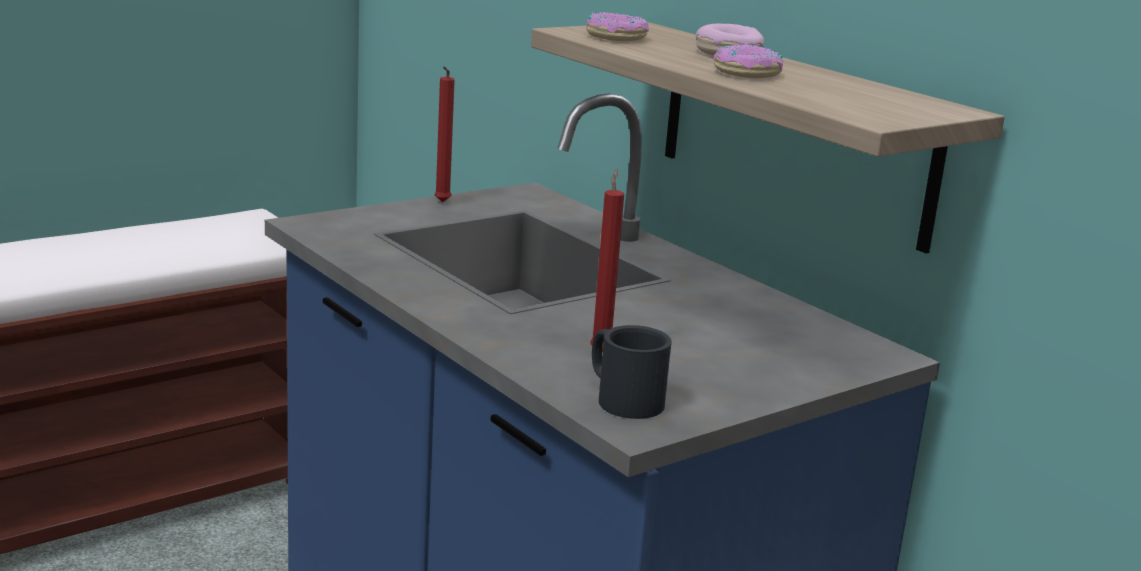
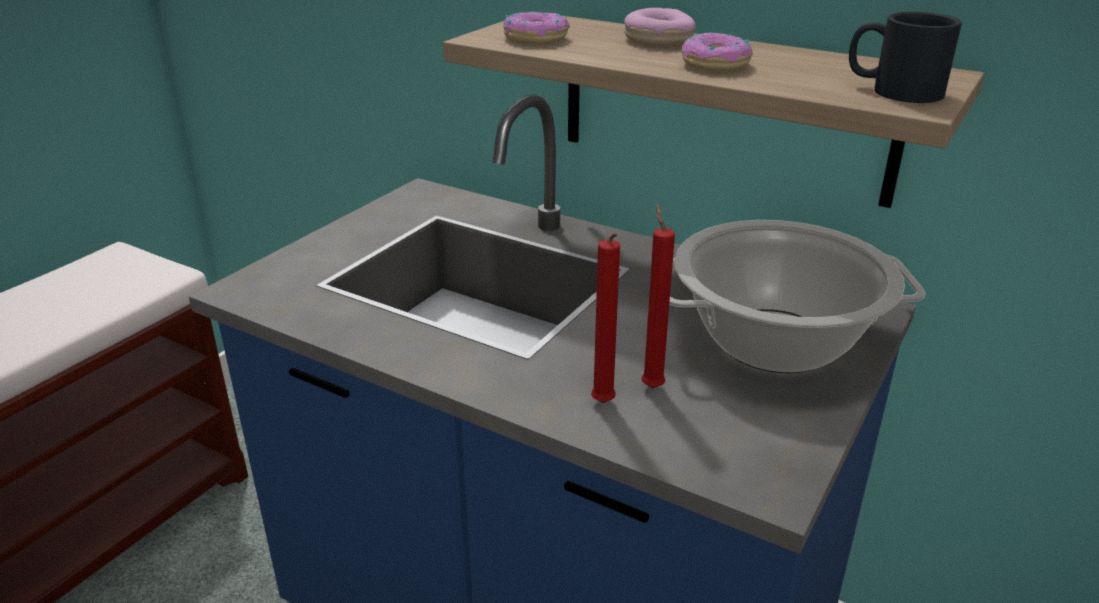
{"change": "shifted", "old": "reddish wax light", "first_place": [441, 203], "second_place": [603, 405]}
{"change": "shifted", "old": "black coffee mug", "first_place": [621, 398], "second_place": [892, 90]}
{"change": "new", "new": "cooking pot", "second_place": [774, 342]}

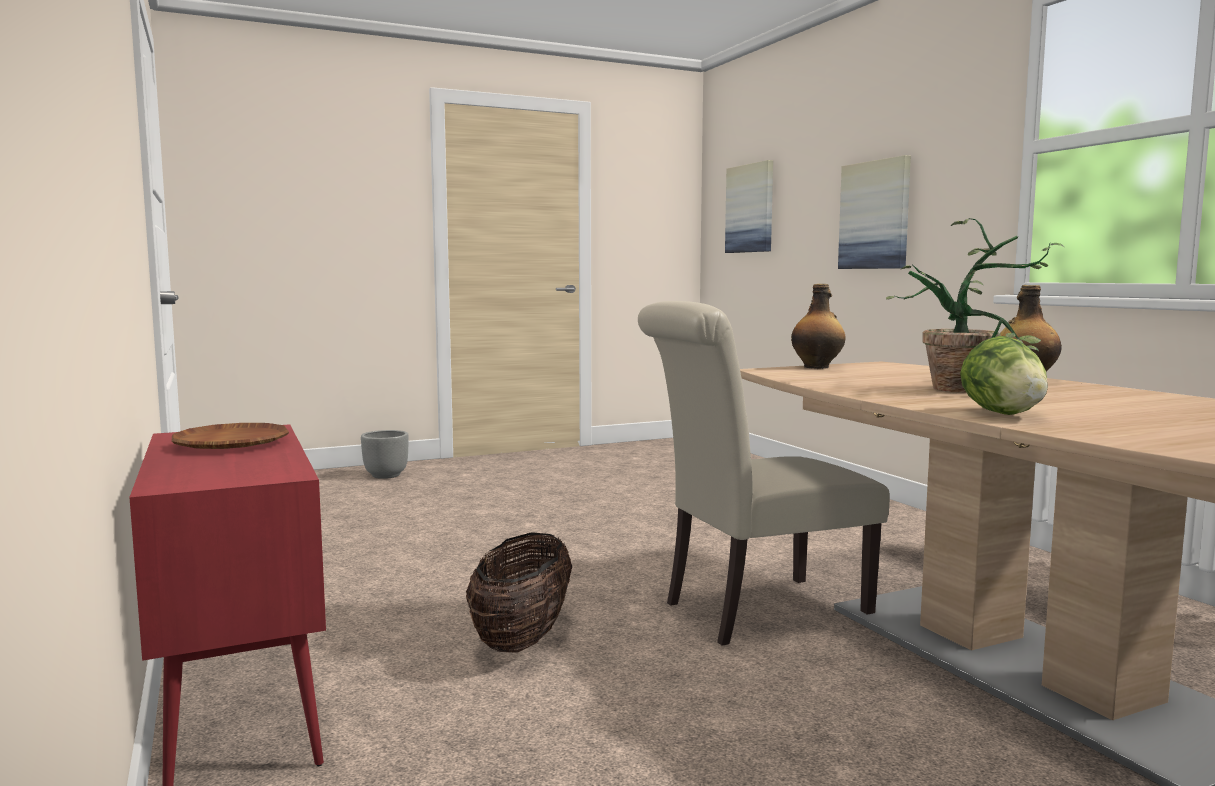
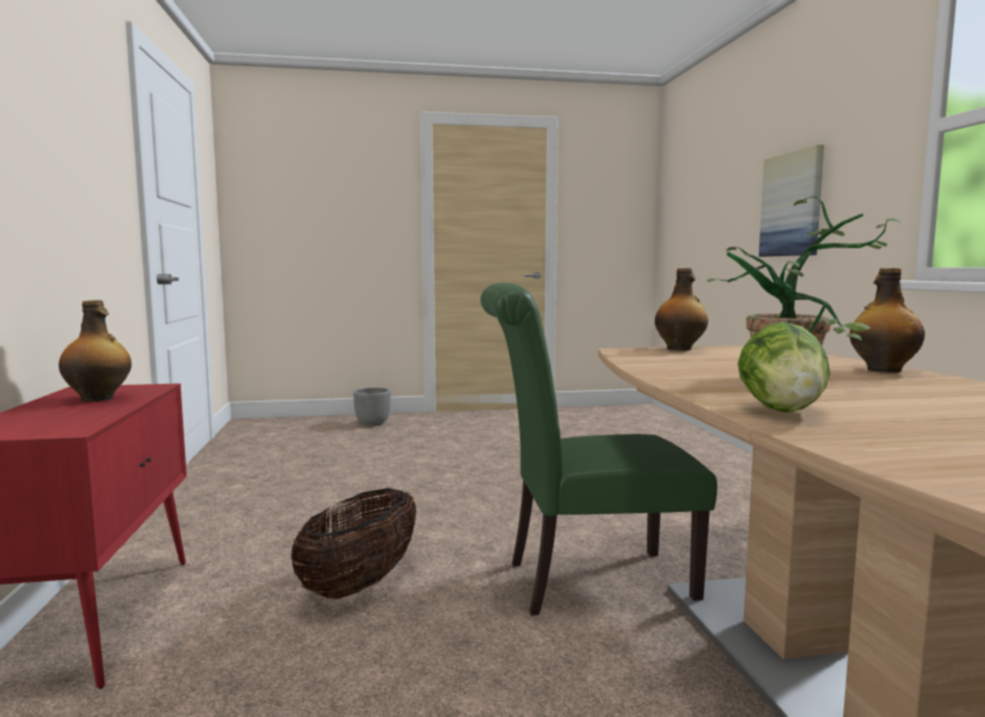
{"change": "gone", "old": "wall art", "first_place": [750, 208]}
{"change": "repainted", "old": "sand-coloured plain chair", "new": "greenish plain chair", "first_place": [754, 612], "second_place": [586, 582]}
{"change": "swapped", "old": "brown-coloured plate", "new": "drink bottle", "first_place": [231, 444], "second_place": [98, 399]}

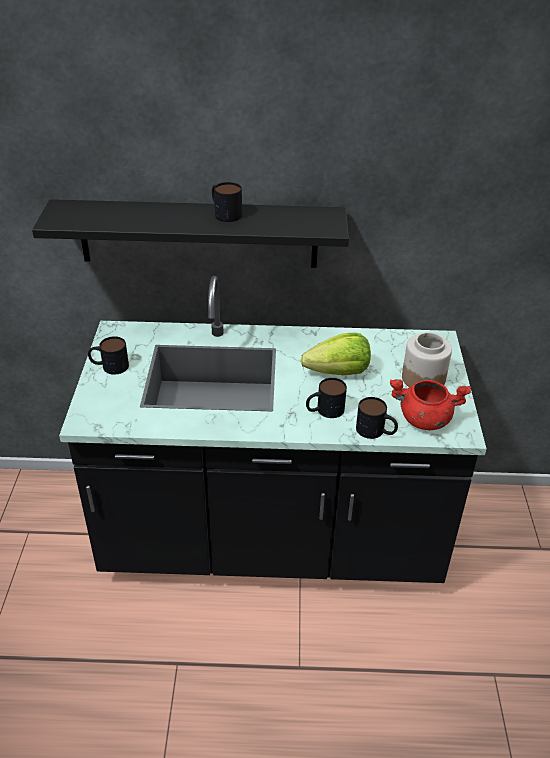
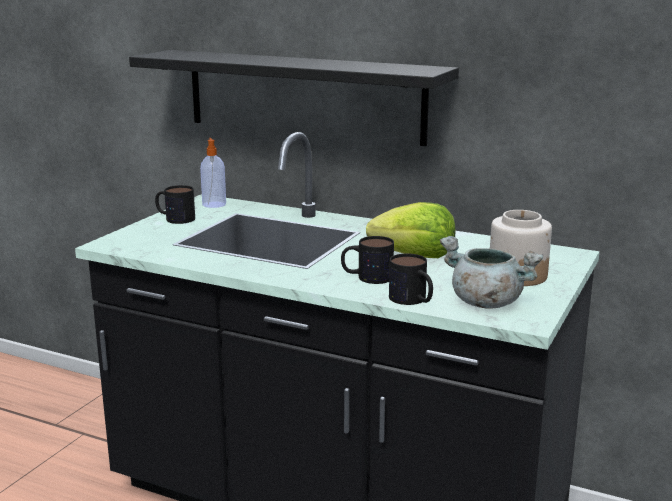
{"change": "gone", "old": "coffee mug", "first_place": [224, 213]}
{"change": "repainted", "old": "reddish cooking pot", "new": "gray cooking pot", "first_place": [424, 419], "second_place": [485, 303]}
{"change": "new", "new": "liquid soap bottle", "second_place": [214, 204]}

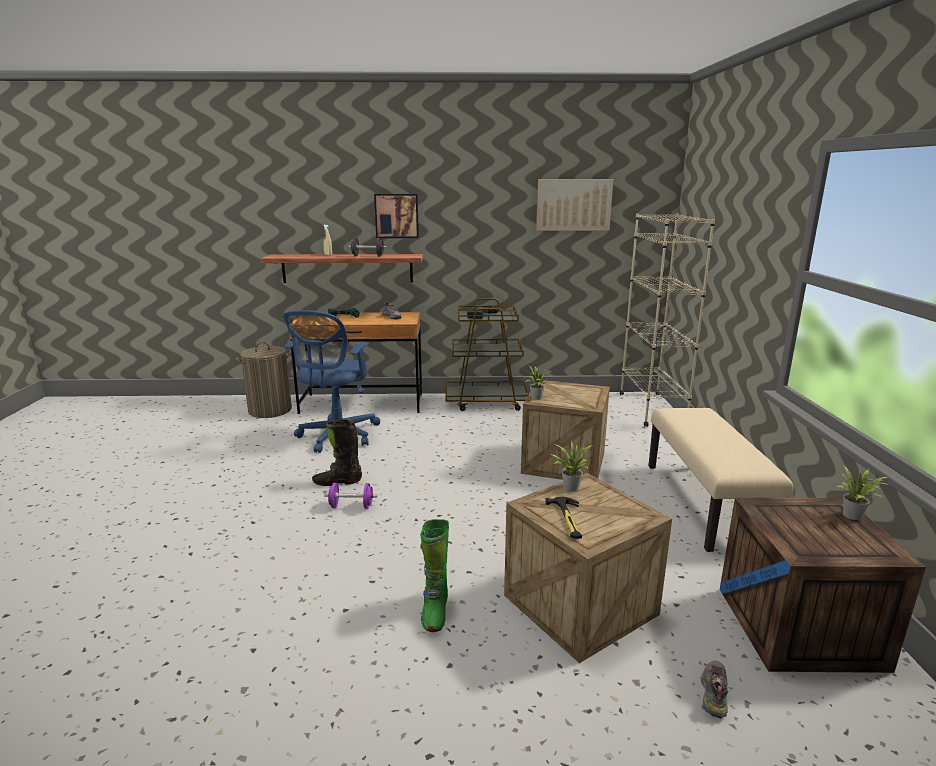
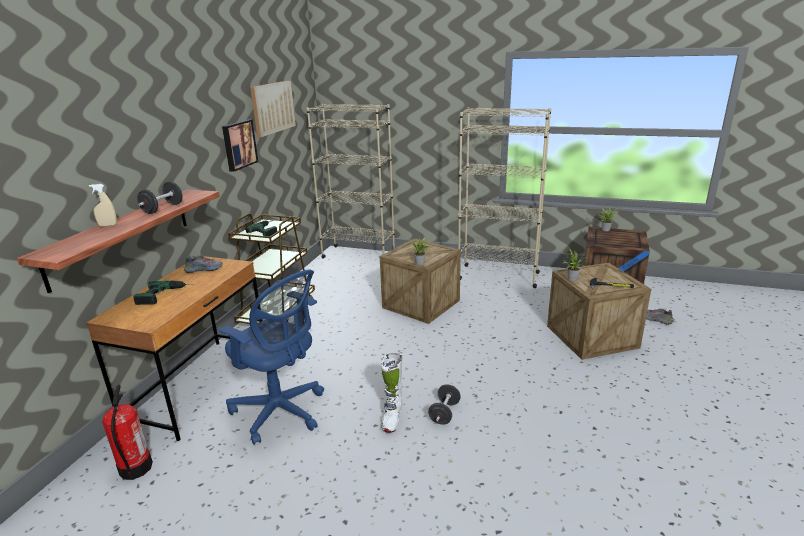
{"change": "shifted", "old": "wall art", "first_place": [397, 216], "second_place": [238, 144]}
{"change": "swapped", "old": "laundry basket", "new": "fire-fighting cylinder", "first_place": [270, 410], "second_place": [135, 468]}
{"change": "swapped", "old": "sand-coloured long seat", "new": "sand-coloured bookcase", "first_place": [705, 504], "second_place": [498, 276]}
{"change": "repainted", "old": "black high-top boot", "new": "white high-top boot", "first_place": [337, 482], "second_place": [392, 418]}
{"change": "repainted", "old": "purplish dumbbell", "new": "black dumbbell", "first_place": [351, 506], "second_place": [444, 413]}
{"change": "gone", "old": "greenish high-top boot", "first_place": [435, 612]}

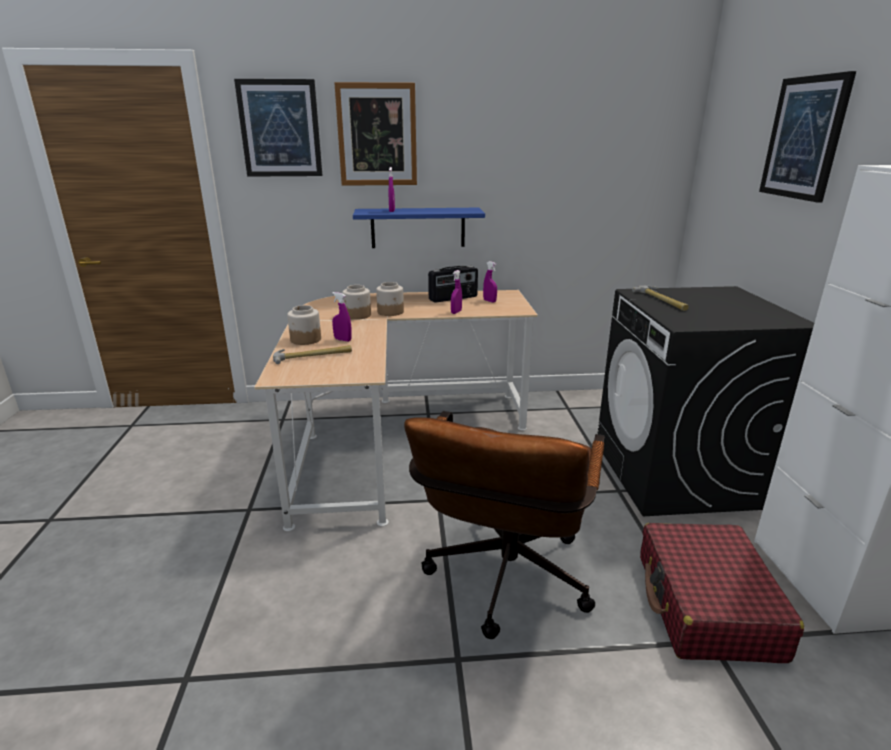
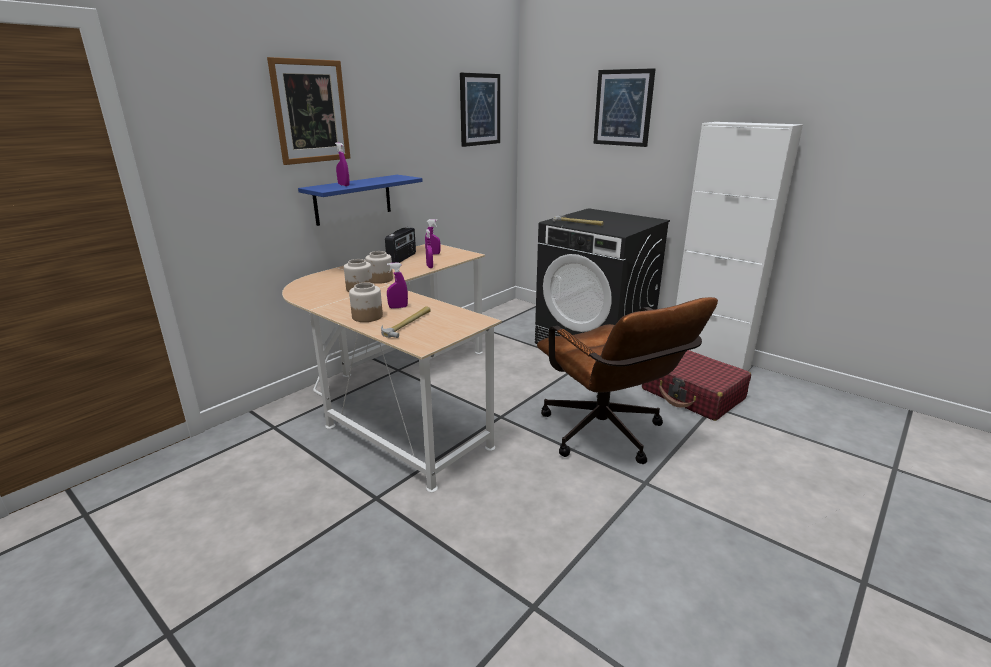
{"change": "shifted", "old": "wall art", "first_place": [280, 129], "second_place": [479, 109]}

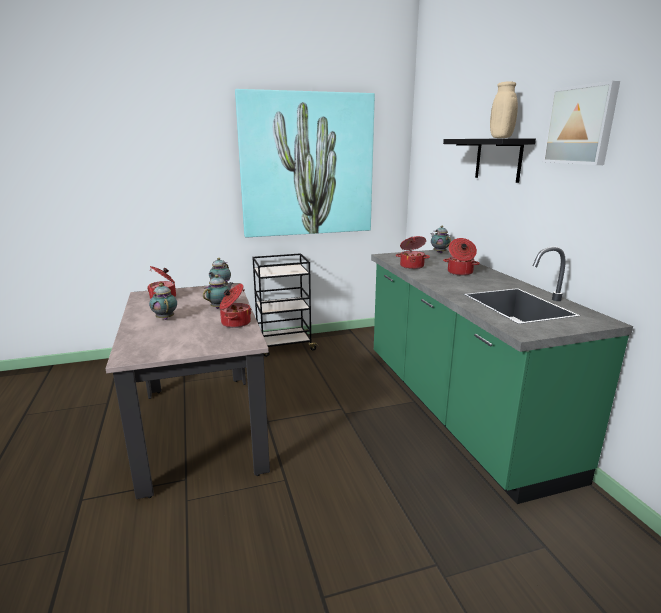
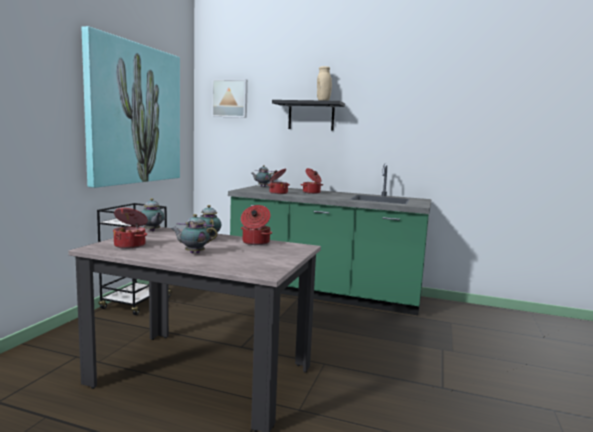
{"change": "shifted", "old": "wall art", "first_place": [581, 125], "second_place": [230, 98]}

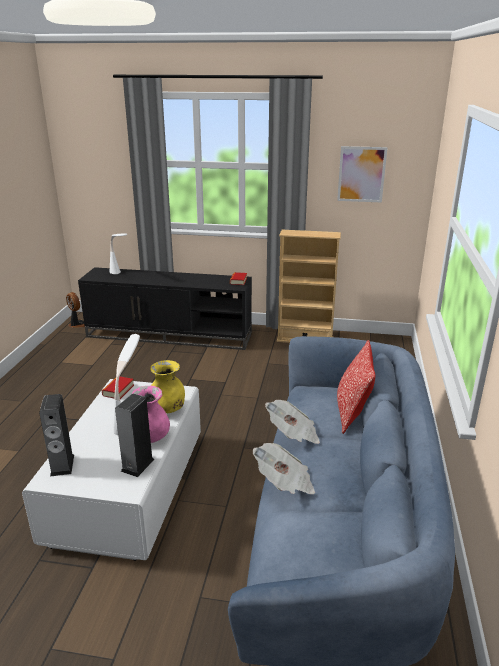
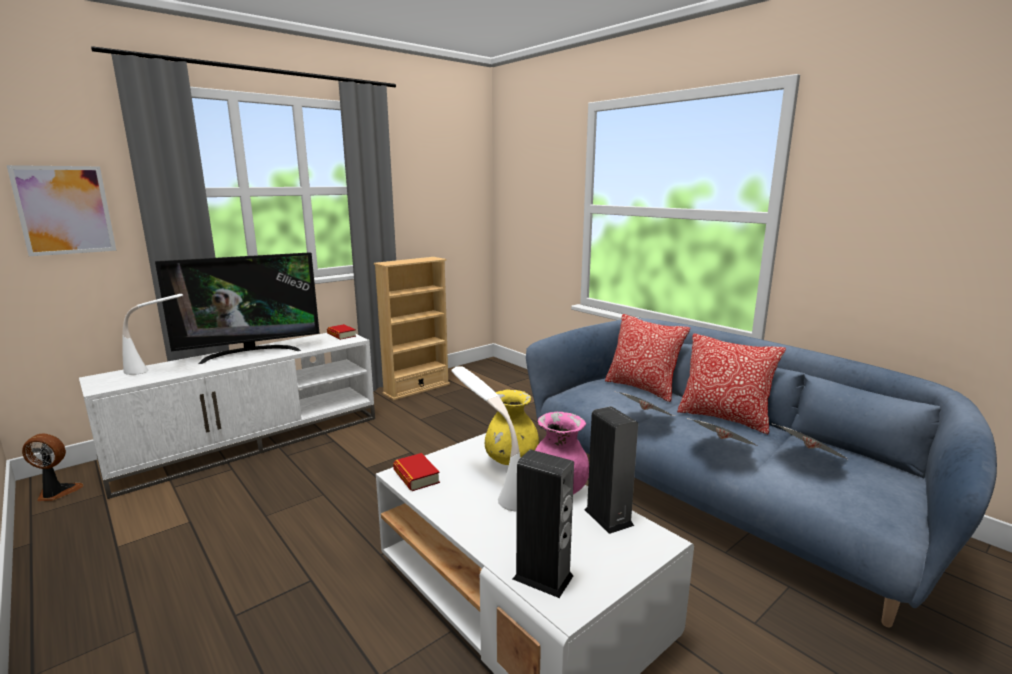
{"change": "shifted", "old": "wall art", "first_place": [361, 174], "second_place": [64, 210]}
{"change": "repainted", "old": "black tv stand", "new": "white tv stand", "first_place": [170, 334], "second_place": [252, 442]}
{"change": "new", "new": "TV set", "second_place": [250, 353]}
{"change": "new", "new": "throw pillow", "second_place": [724, 418]}
{"change": "new", "new": "newspaper", "second_place": [809, 460]}

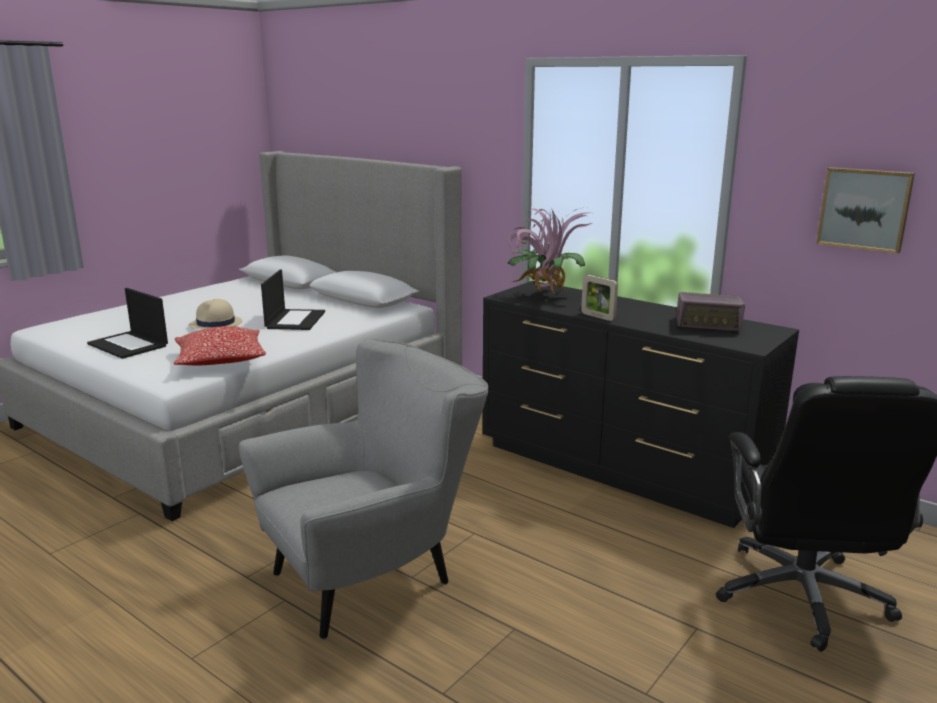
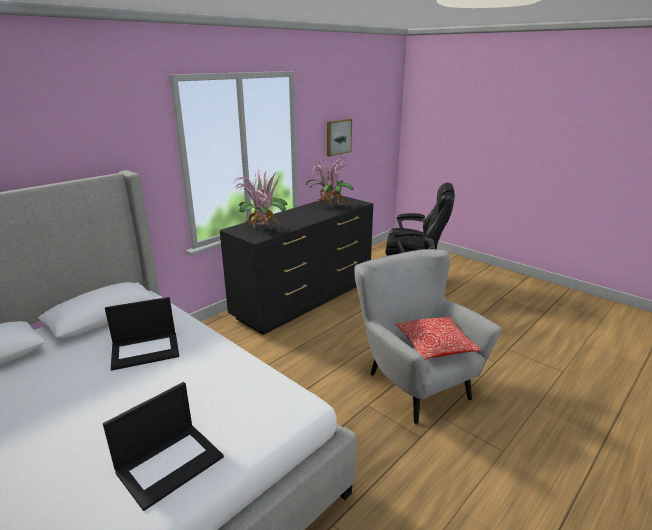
{"change": "rotated", "old": "laptop", "first_place": [295, 320], "second_place": [146, 350], "degrees": 150}
{"change": "gone", "old": "standing frame", "first_place": [598, 316]}
{"change": "swapped", "old": "radio receiver", "new": "potted plant", "first_place": [708, 325], "second_place": [329, 205]}
{"change": "gone", "old": "sand-coloured hat", "first_place": [216, 324]}
{"change": "shifted", "old": "throw pillow", "first_place": [220, 360], "second_place": [435, 346]}

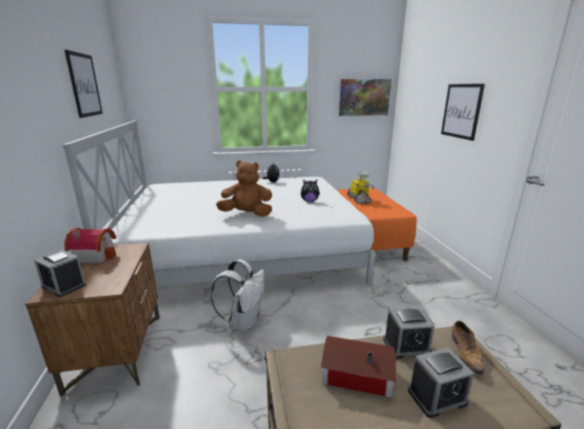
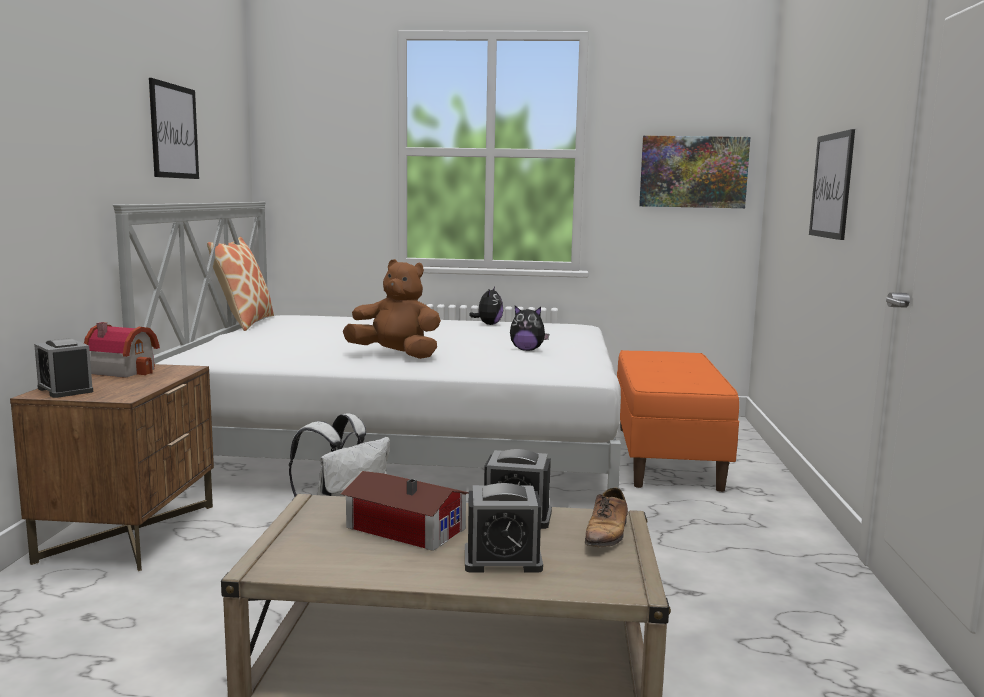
{"change": "gone", "old": "robot figure", "first_place": [359, 199]}
{"change": "new", "new": "throw pillow", "second_place": [244, 323]}

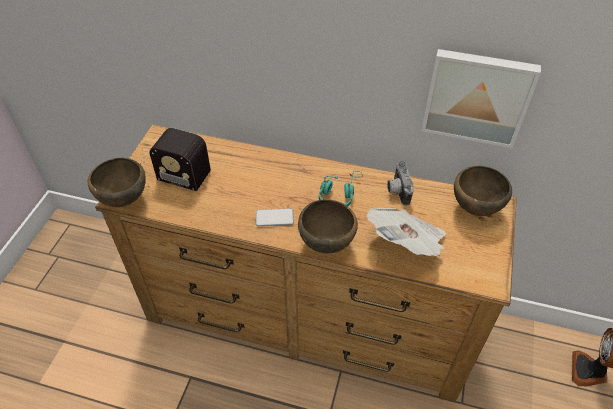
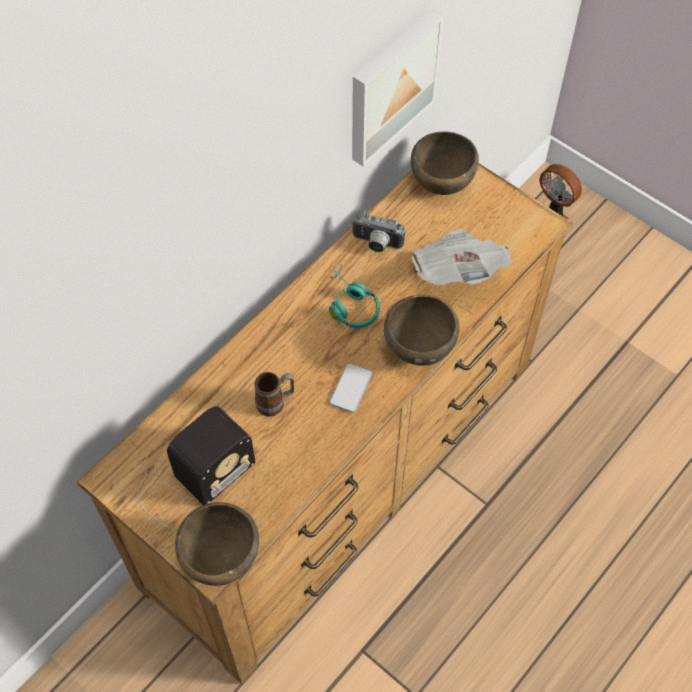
{"change": "new", "new": "coffee mug", "second_place": [276, 403]}

